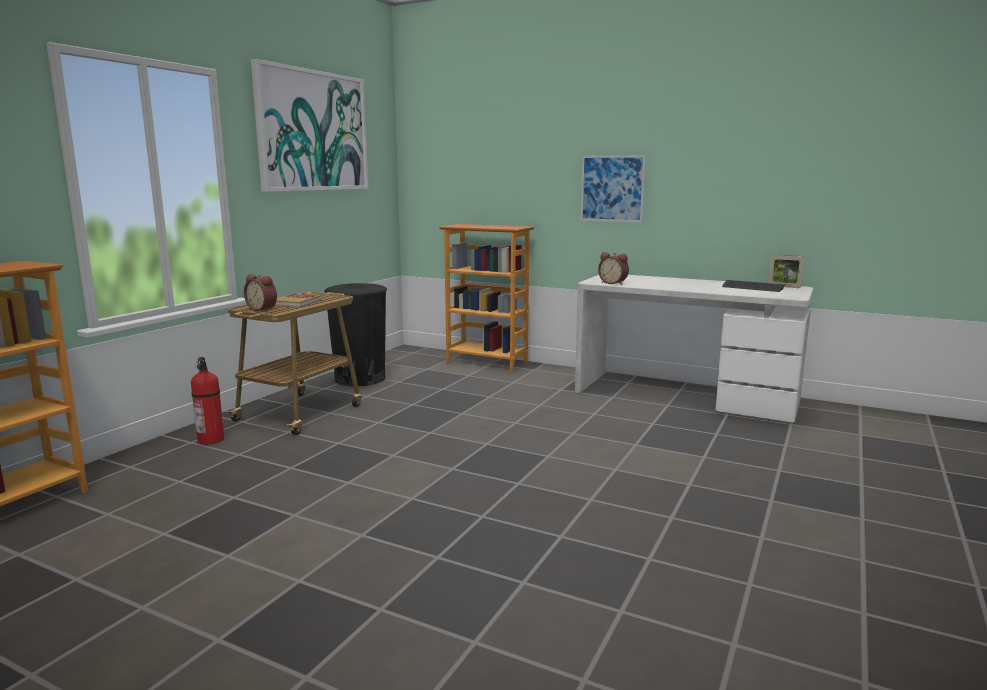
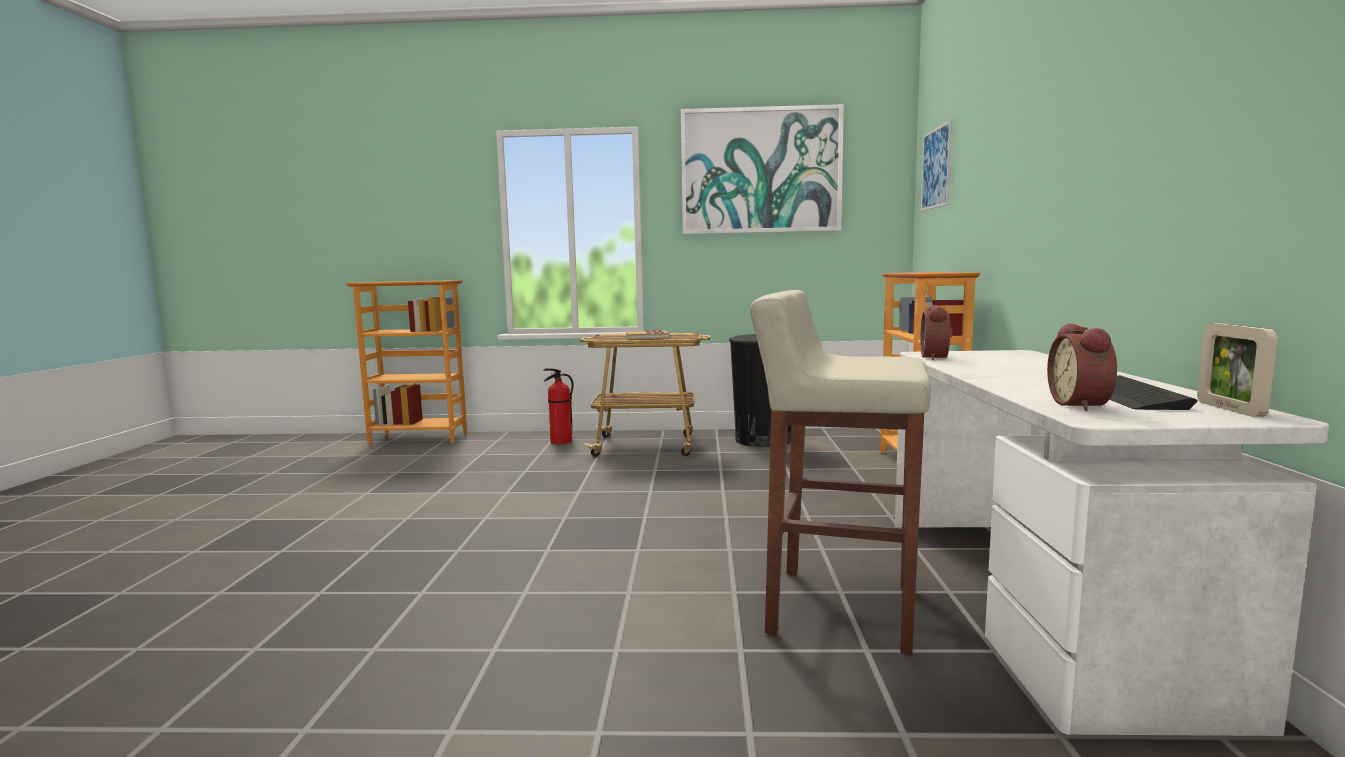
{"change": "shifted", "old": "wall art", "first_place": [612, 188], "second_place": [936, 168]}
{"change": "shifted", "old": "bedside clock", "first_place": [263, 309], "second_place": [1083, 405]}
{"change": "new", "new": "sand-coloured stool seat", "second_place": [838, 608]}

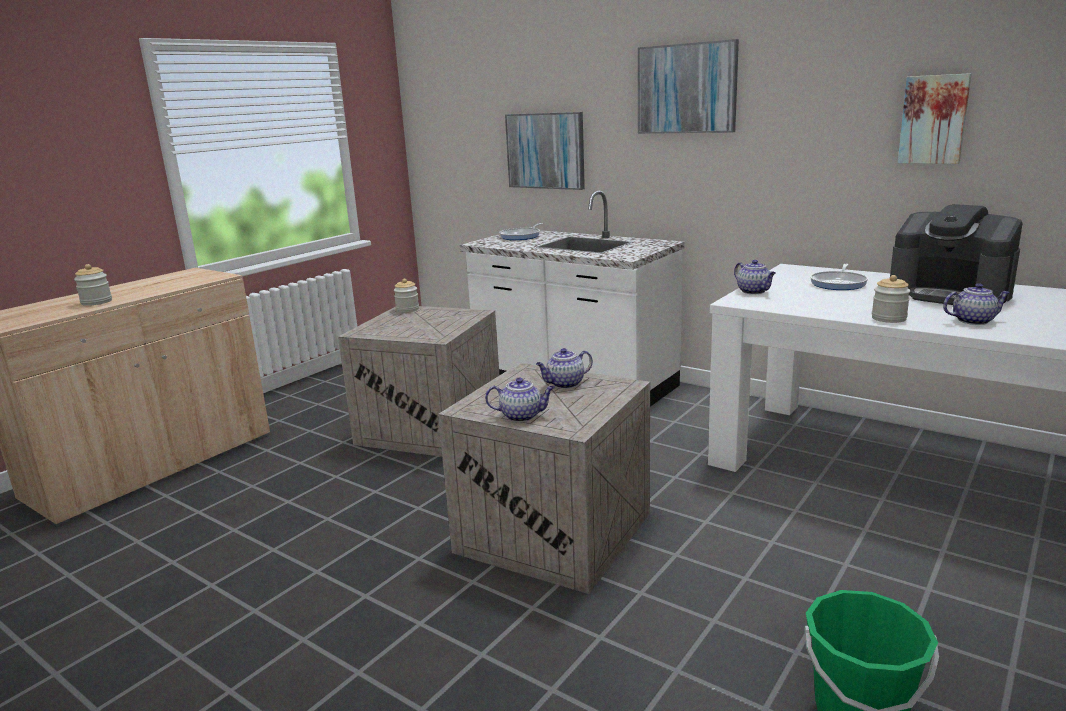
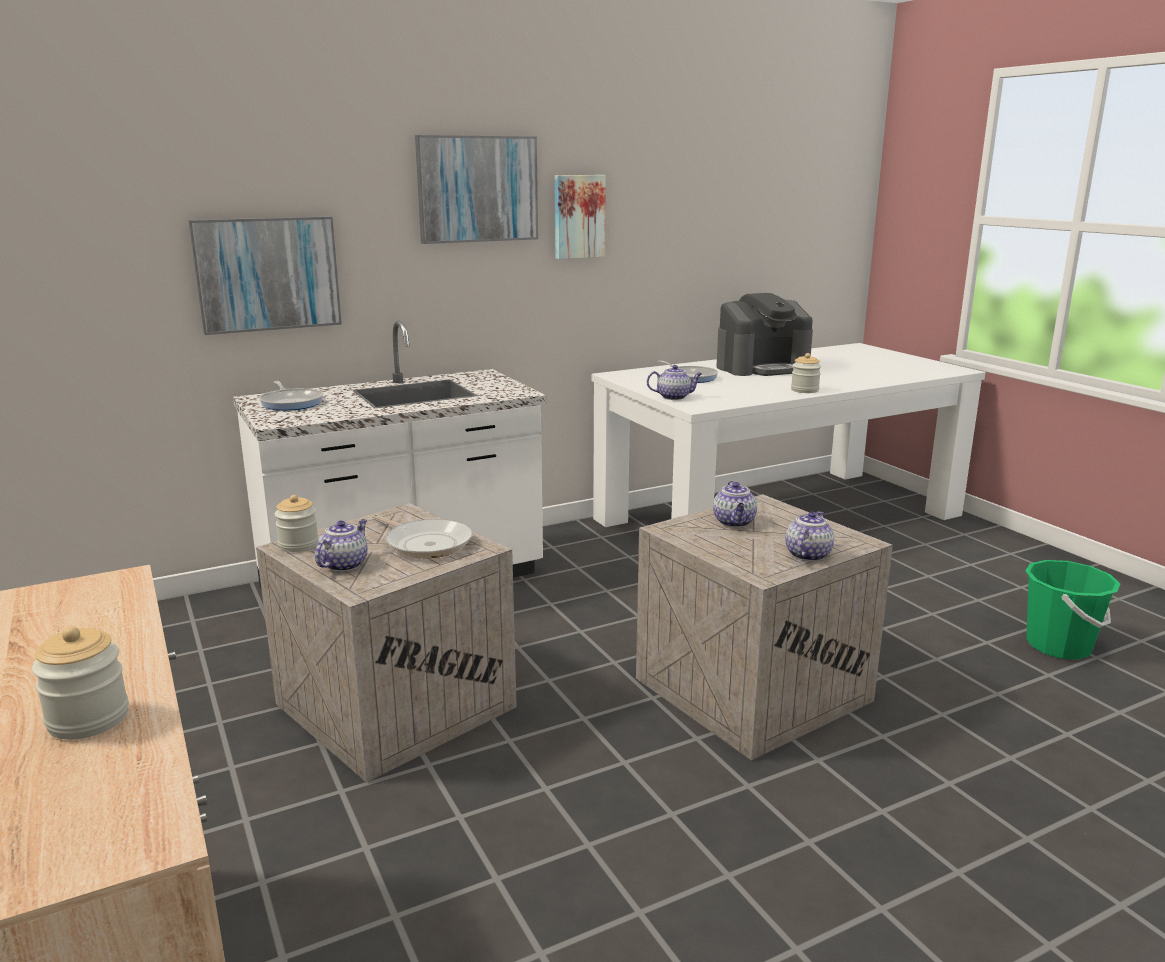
{"change": "shifted", "old": "wall art", "first_place": [934, 119], "second_place": [578, 216]}
{"change": "shifted", "old": "pot for tea", "first_place": [974, 321], "second_place": [344, 564]}
{"change": "new", "new": "frying pan", "second_place": [426, 543]}

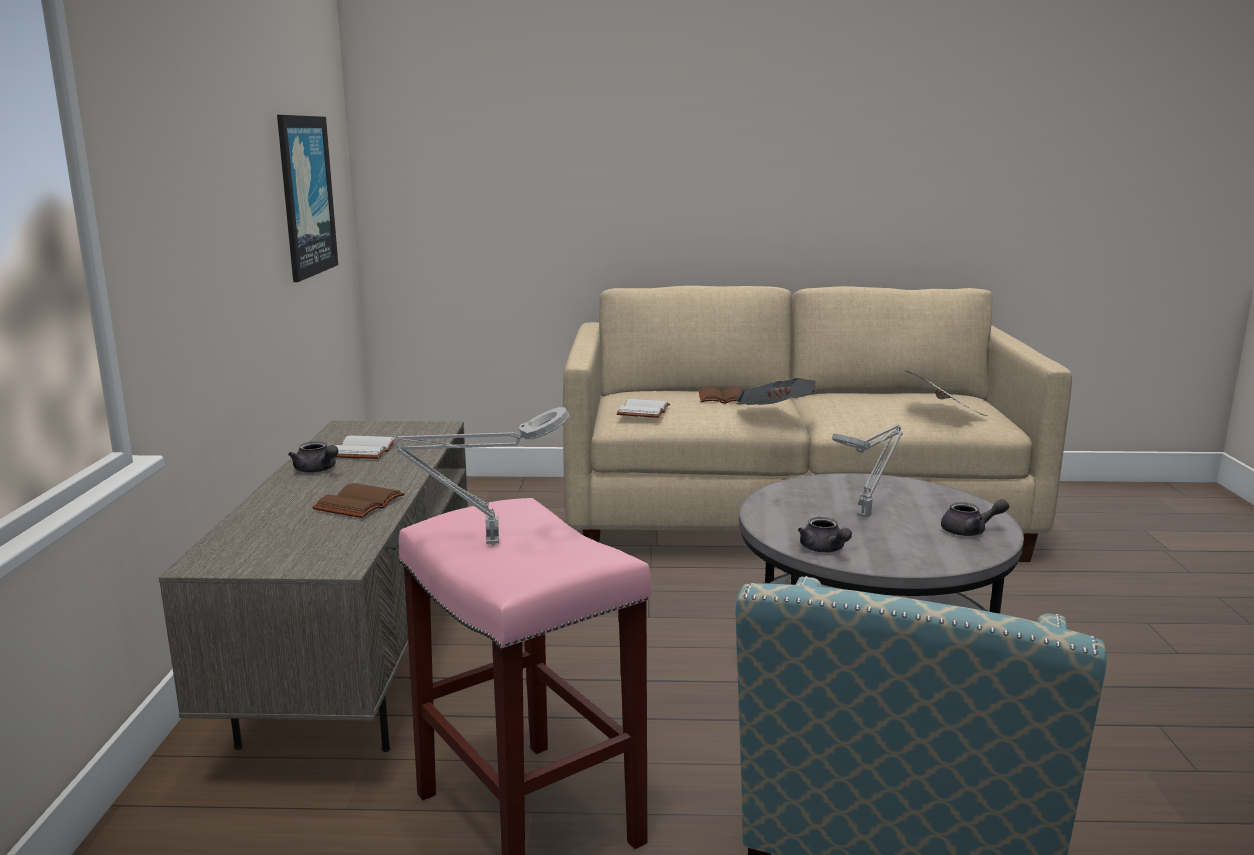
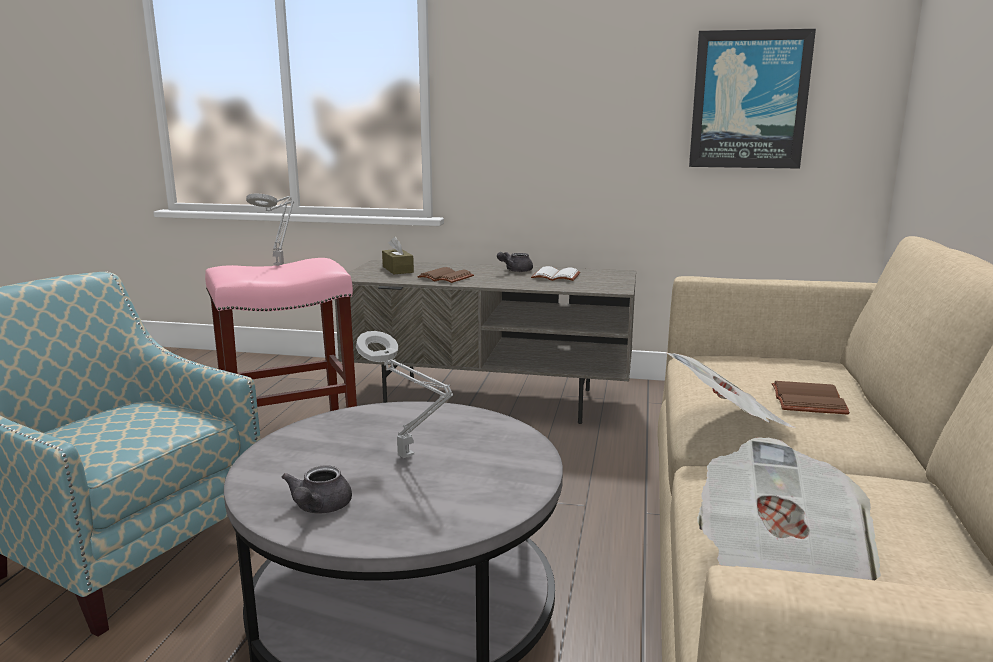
{"change": "gone", "old": "white bound book", "first_place": [645, 411]}
{"change": "gone", "old": "gray pot for tea", "first_place": [824, 550]}
{"change": "new", "new": "brown-coloured tissue holder", "second_place": [398, 269]}

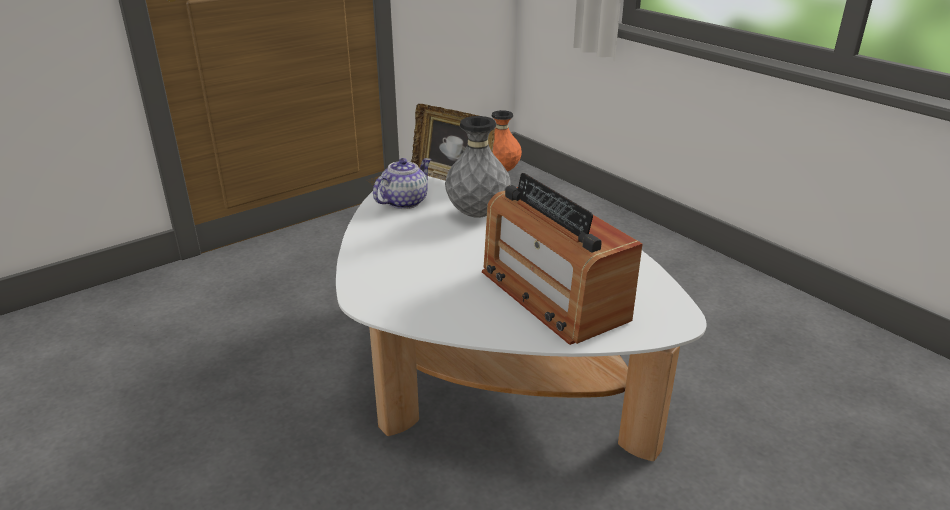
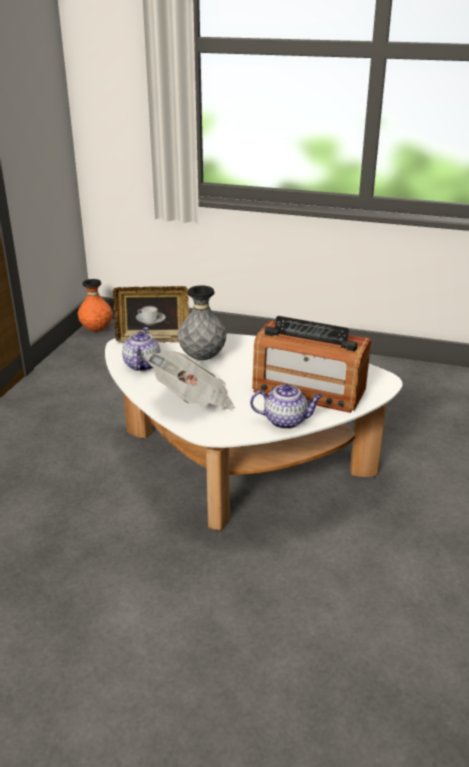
{"change": "new", "new": "newspaper", "second_place": [193, 400]}
{"change": "new", "new": "pot for tea", "second_place": [286, 421]}

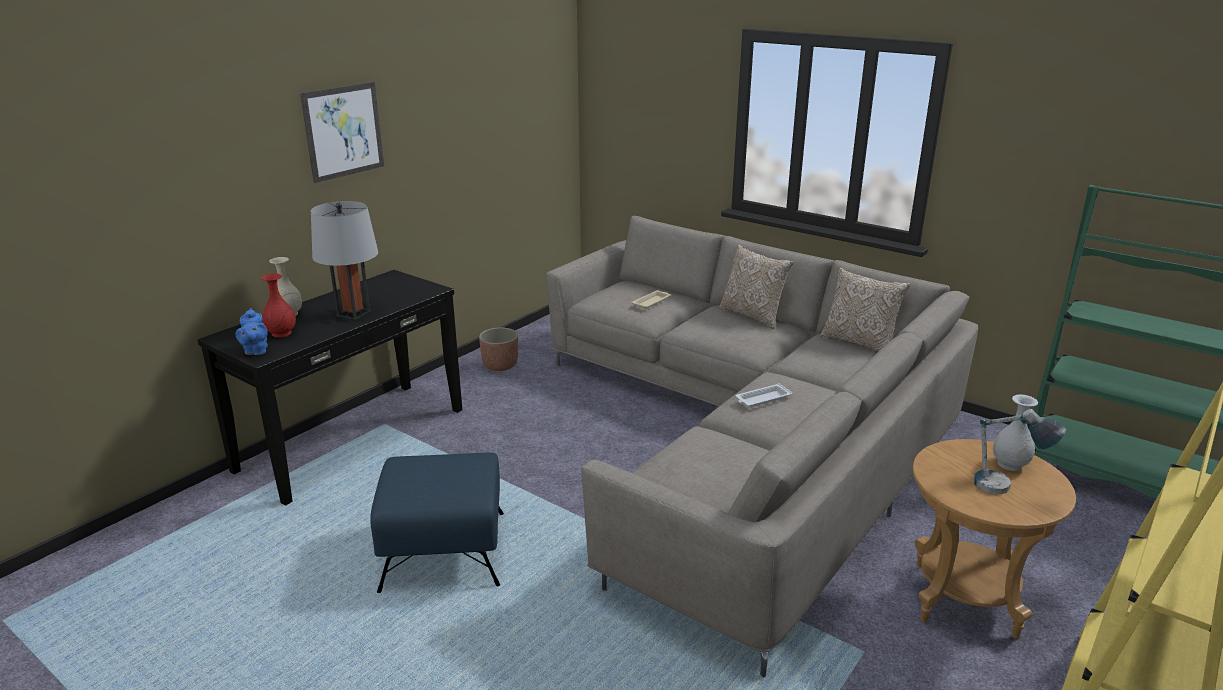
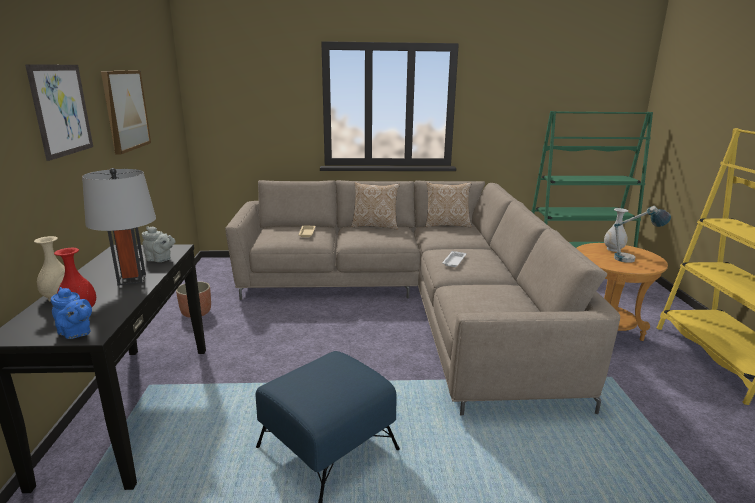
{"change": "new", "new": "wall art", "second_place": [125, 110]}
{"change": "new", "new": "gray pot for tea", "second_place": [160, 259]}

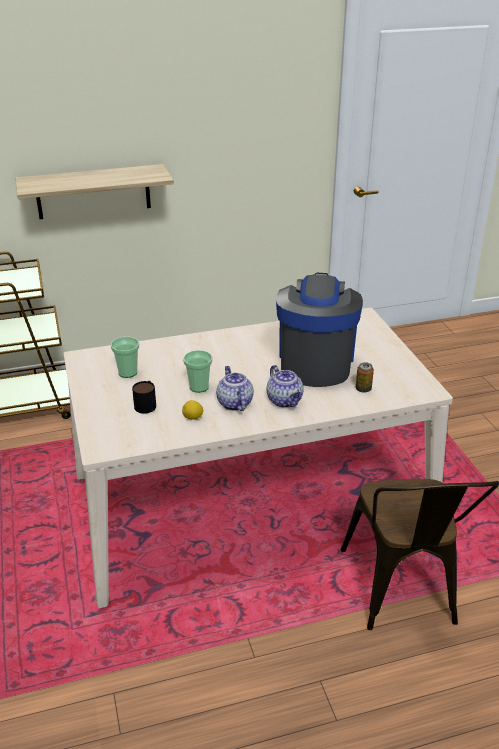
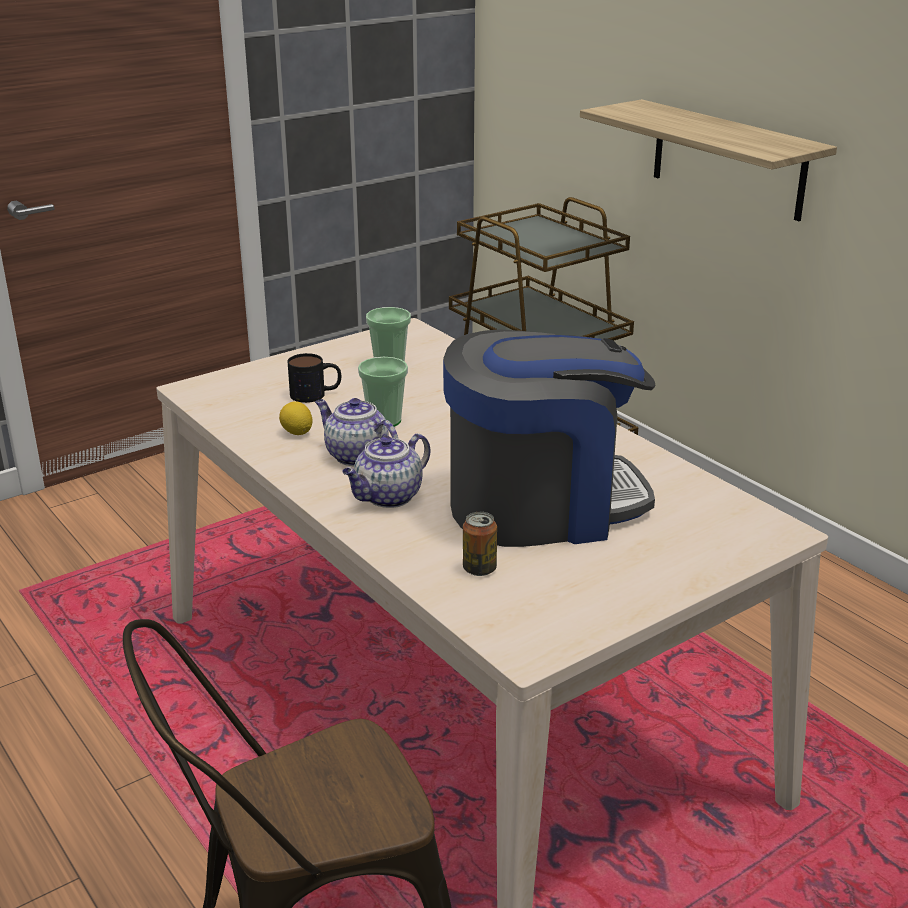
{"change": "rotated", "old": "pot for tea", "first_place": [234, 403], "second_place": [355, 456], "degrees": -105}

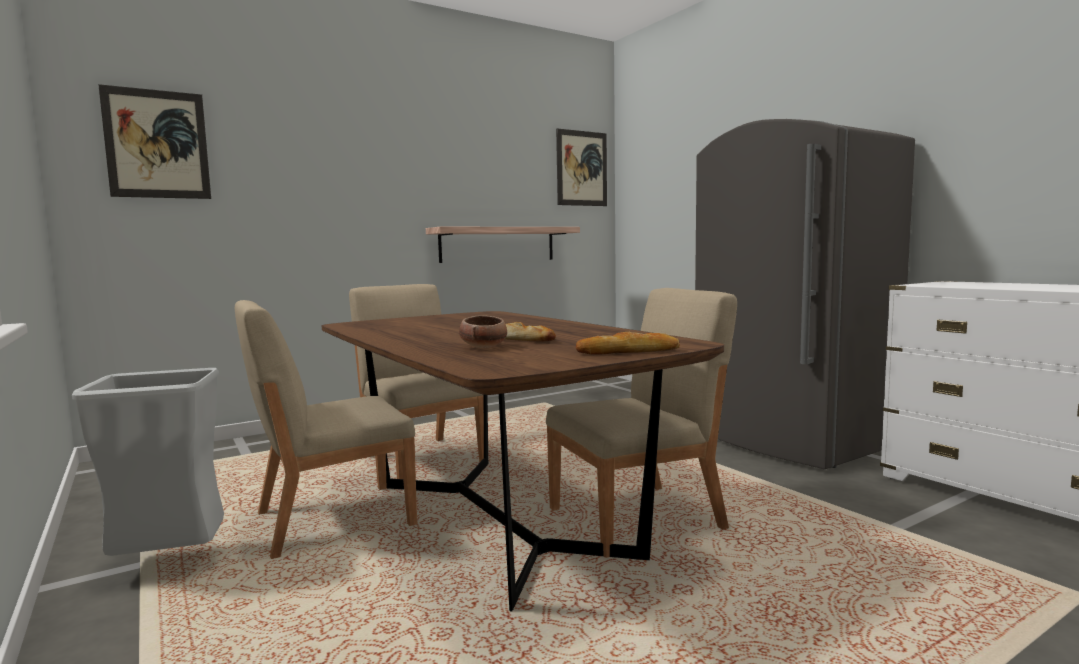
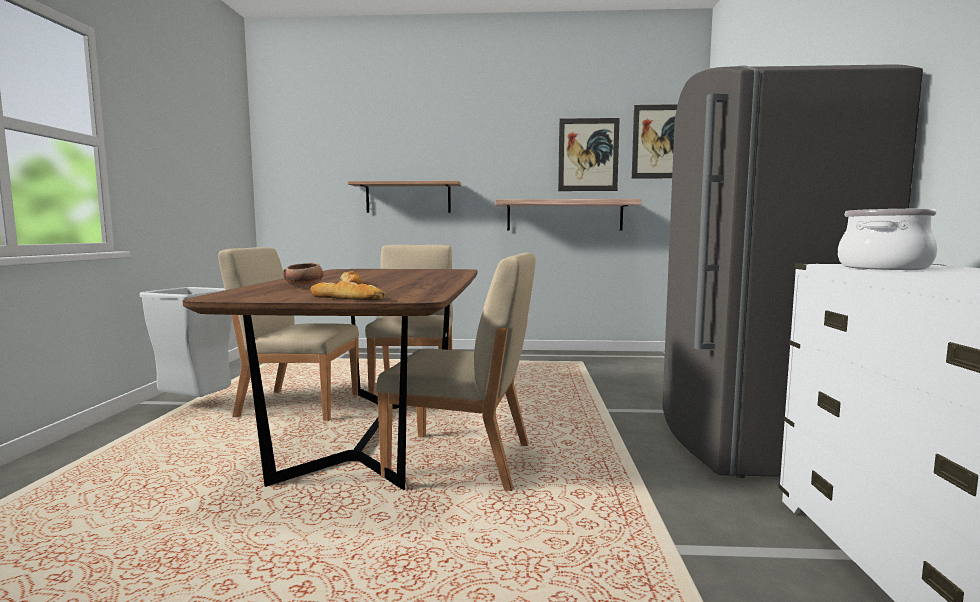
{"change": "shifted", "old": "wall art", "first_place": [157, 144], "second_place": [588, 155]}
{"change": "new", "new": "shelf", "second_place": [408, 198]}
{"change": "new", "new": "cooking pot", "second_place": [882, 267]}

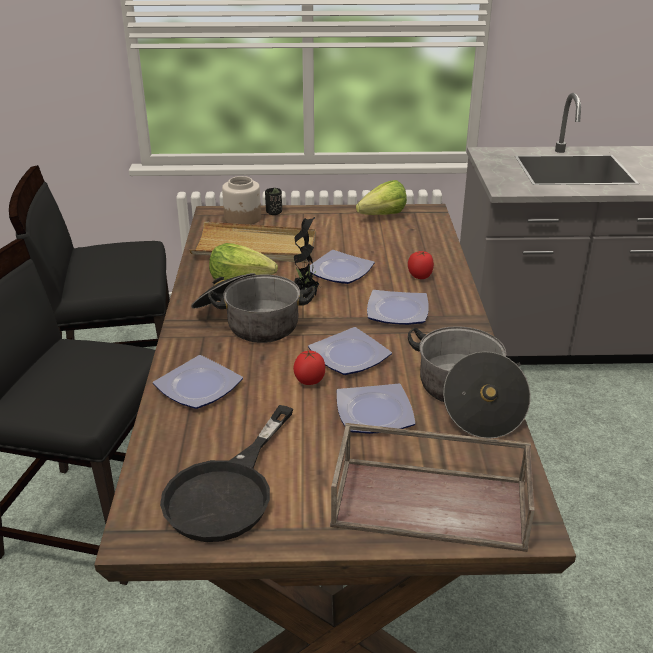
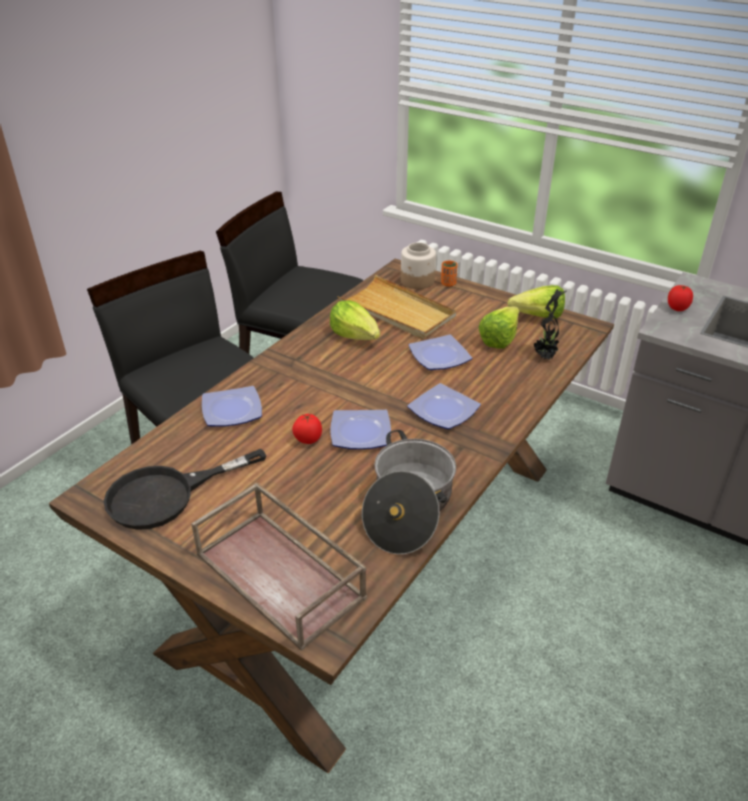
{"change": "repainted", "old": "black cup", "new": "orangey cup", "first_place": [274, 212], "second_place": [448, 283]}
{"change": "shifted", "old": "potted plant", "first_place": [306, 297], "second_place": [545, 357]}
{"change": "shifted", "old": "fresh tomato", "first_place": [419, 276], "second_place": [677, 308]}
{"change": "gone", "old": "cooking pot", "first_place": [249, 322]}
{"change": "gone", "old": "plate", "first_place": [376, 414]}
{"change": "new", "new": "lettuce", "second_place": [503, 338]}

